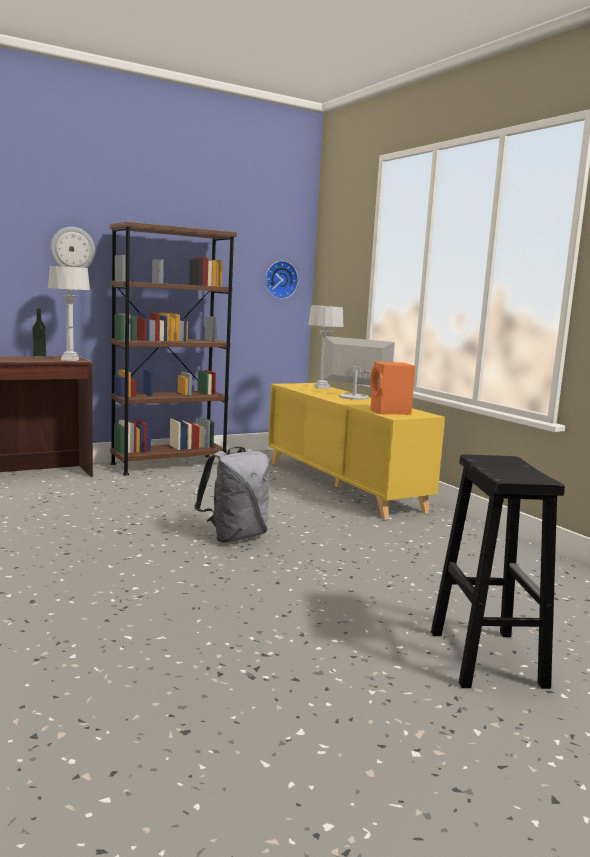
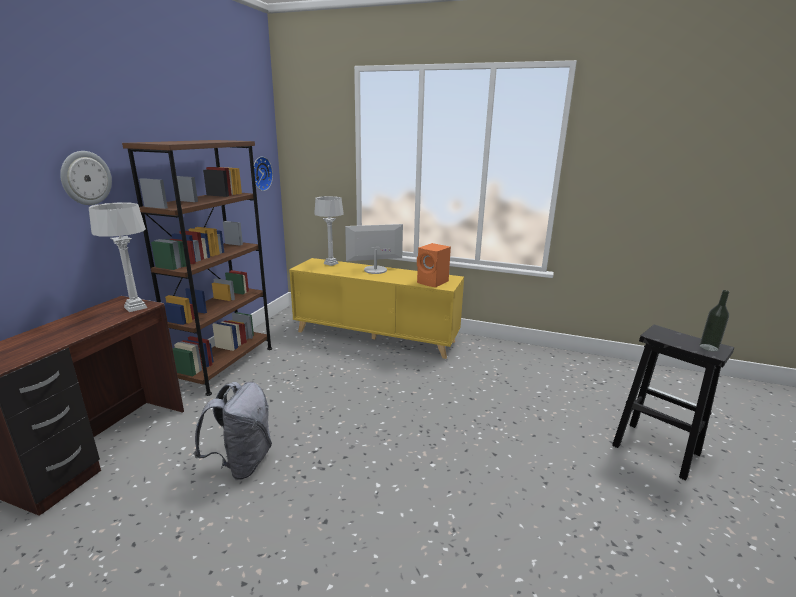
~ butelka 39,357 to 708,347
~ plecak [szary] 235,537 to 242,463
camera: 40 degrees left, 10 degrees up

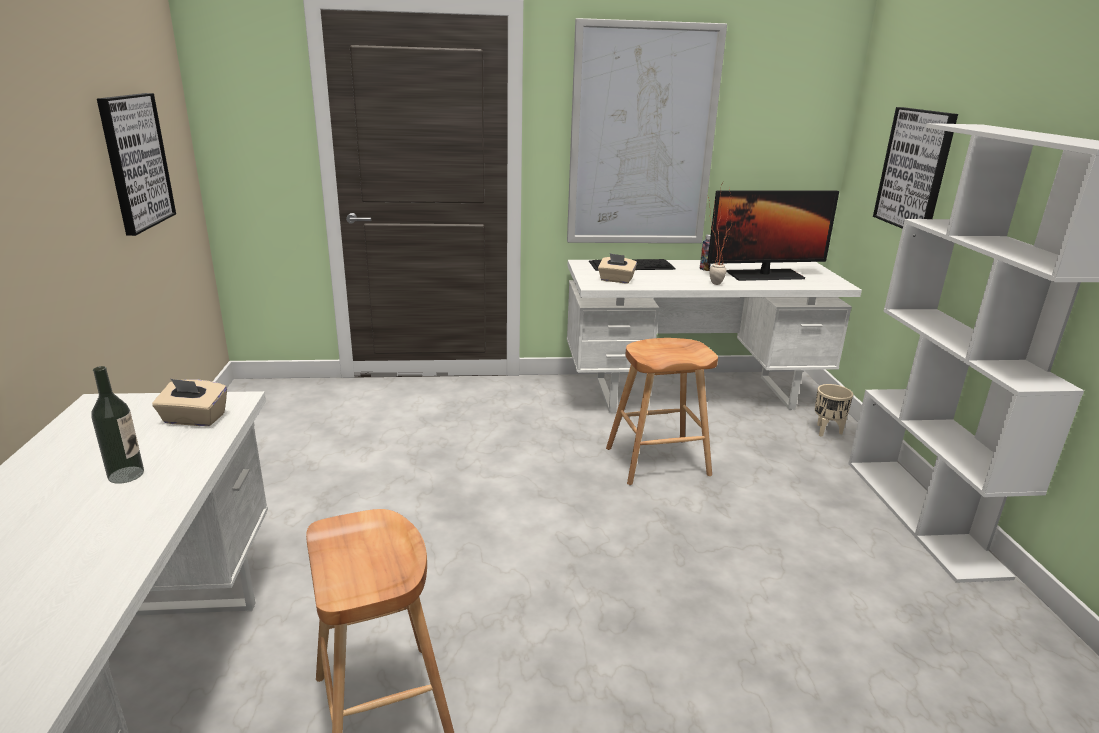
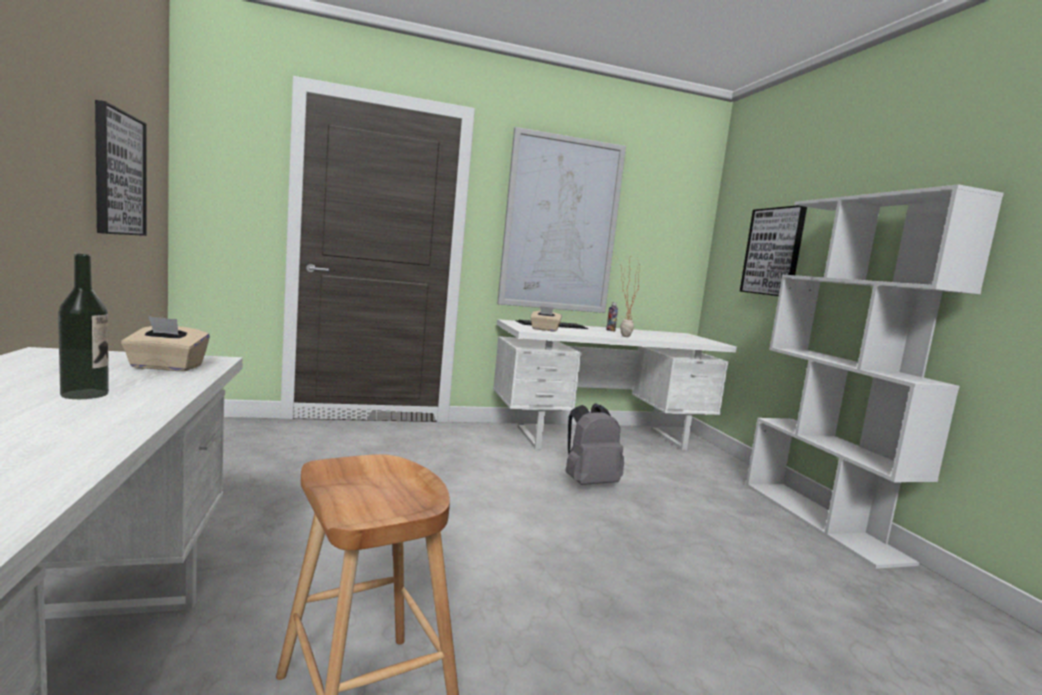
- monitor 765,275
- donica [beżowy] 826,431
~ stołek [brązowy] 657,462 to plecak [szary] 588,482
camera: 10 degrees left, 15 degrees down

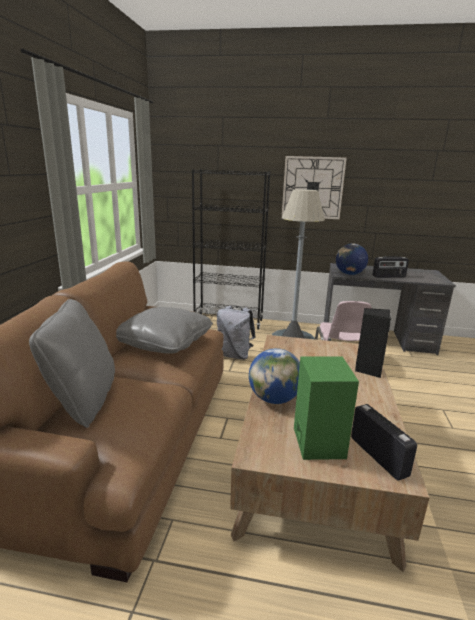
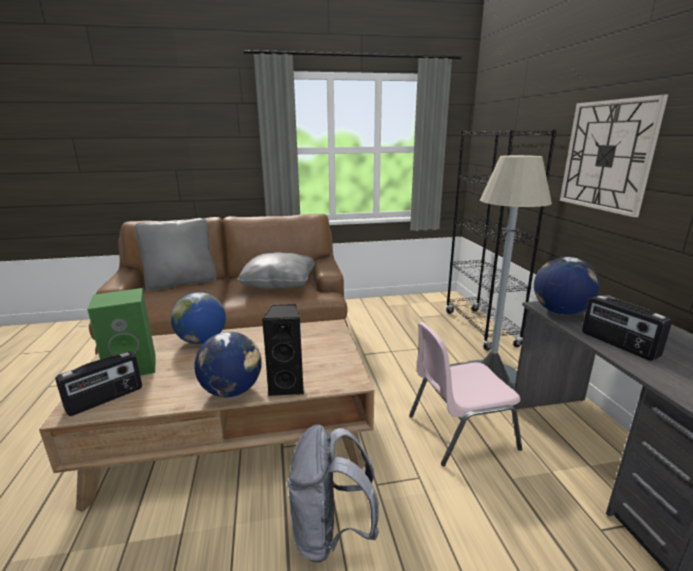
+ globus 232,391
~ plecak [szary] 234,355 to 330,533
camera: 70 degrees right, 0 degrees up

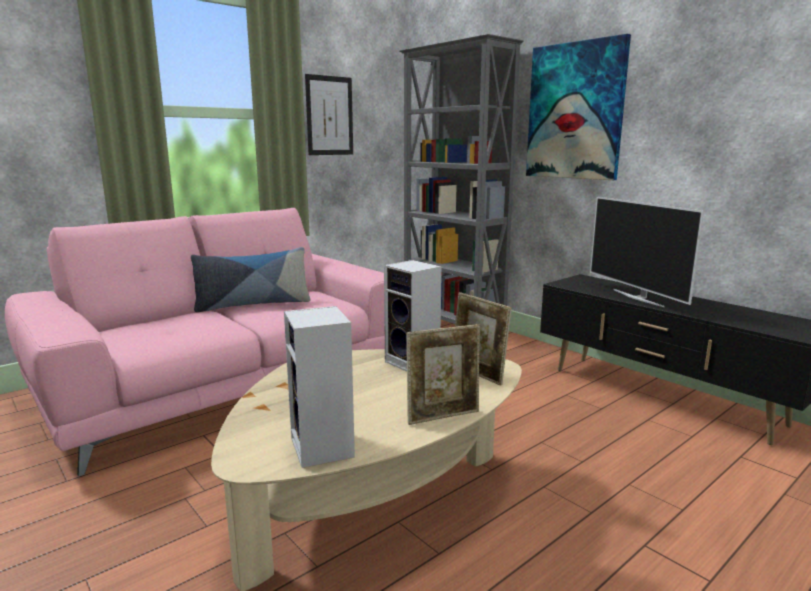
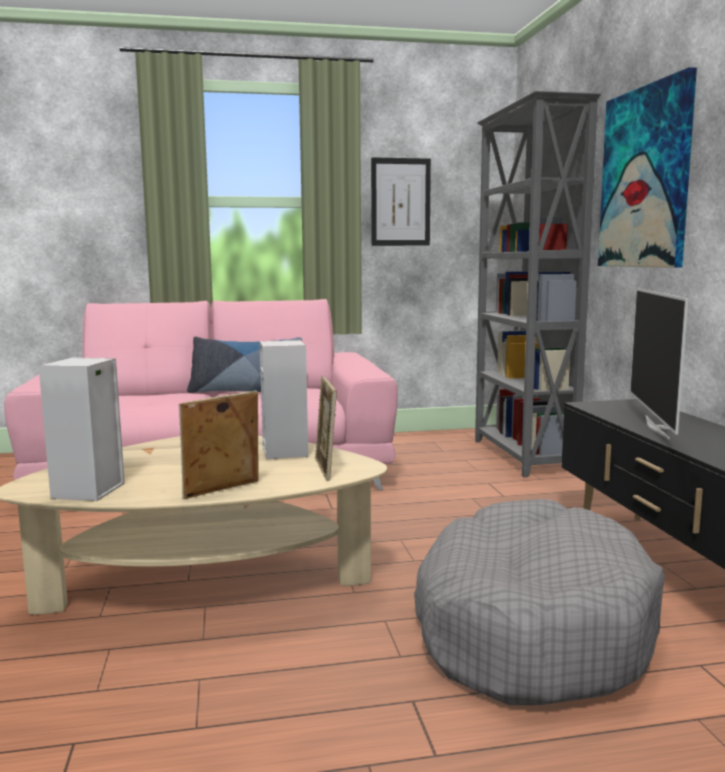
+ legowisko [szary] 530,627
~ ramka na zdjęcie 443,416 = 222,491 135 degrees clockwise
camera: 30 degrees right, 5 degrees down

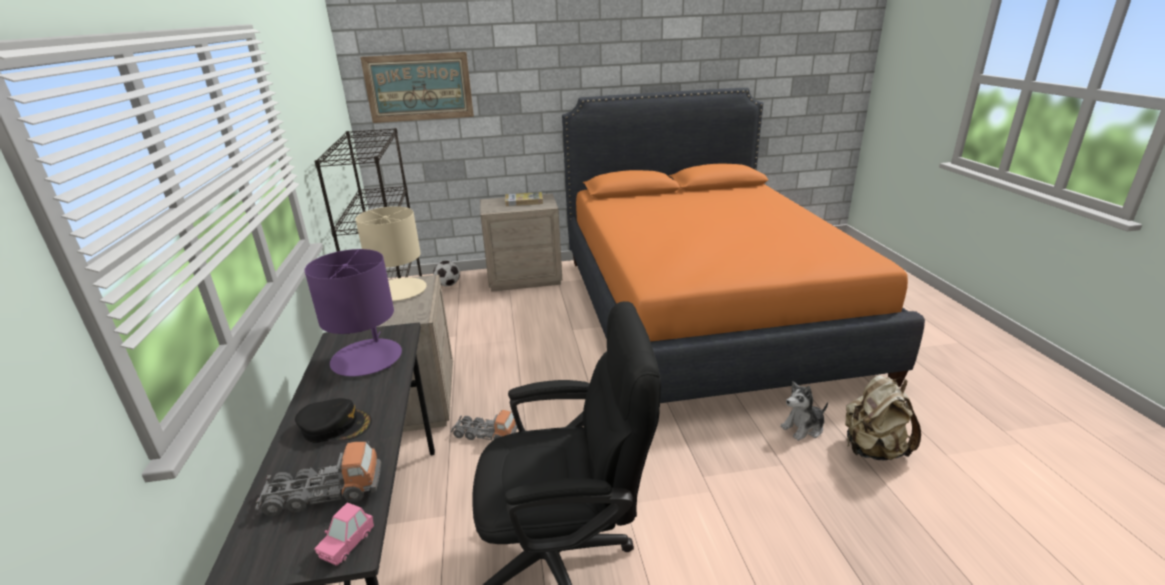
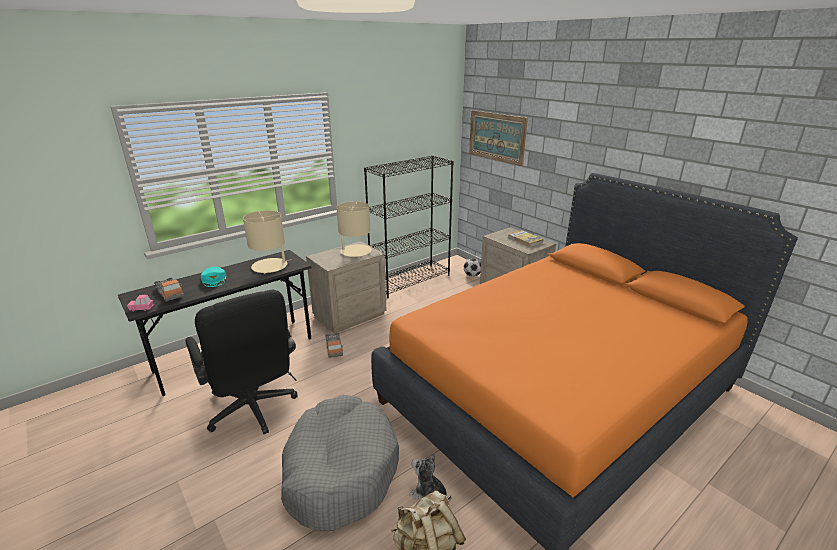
+ legowisko [szary] 340,470
~ czapka z daszkiem [czarny] 336,426 to czapka z daszkiem [turkusowy] 214,279
~ lampa stołowa [fioletowy] 367,358 to lampa stołowa [beżowy] 270,266
camera: 60 degrees right, 0 degrees up

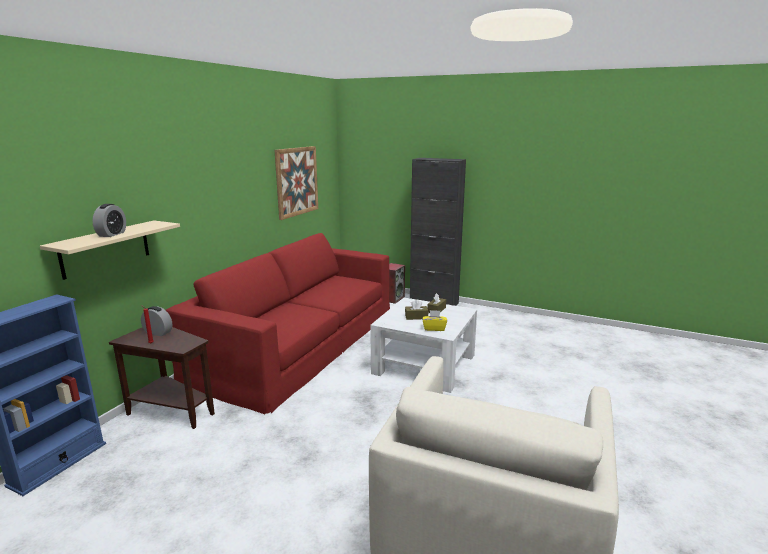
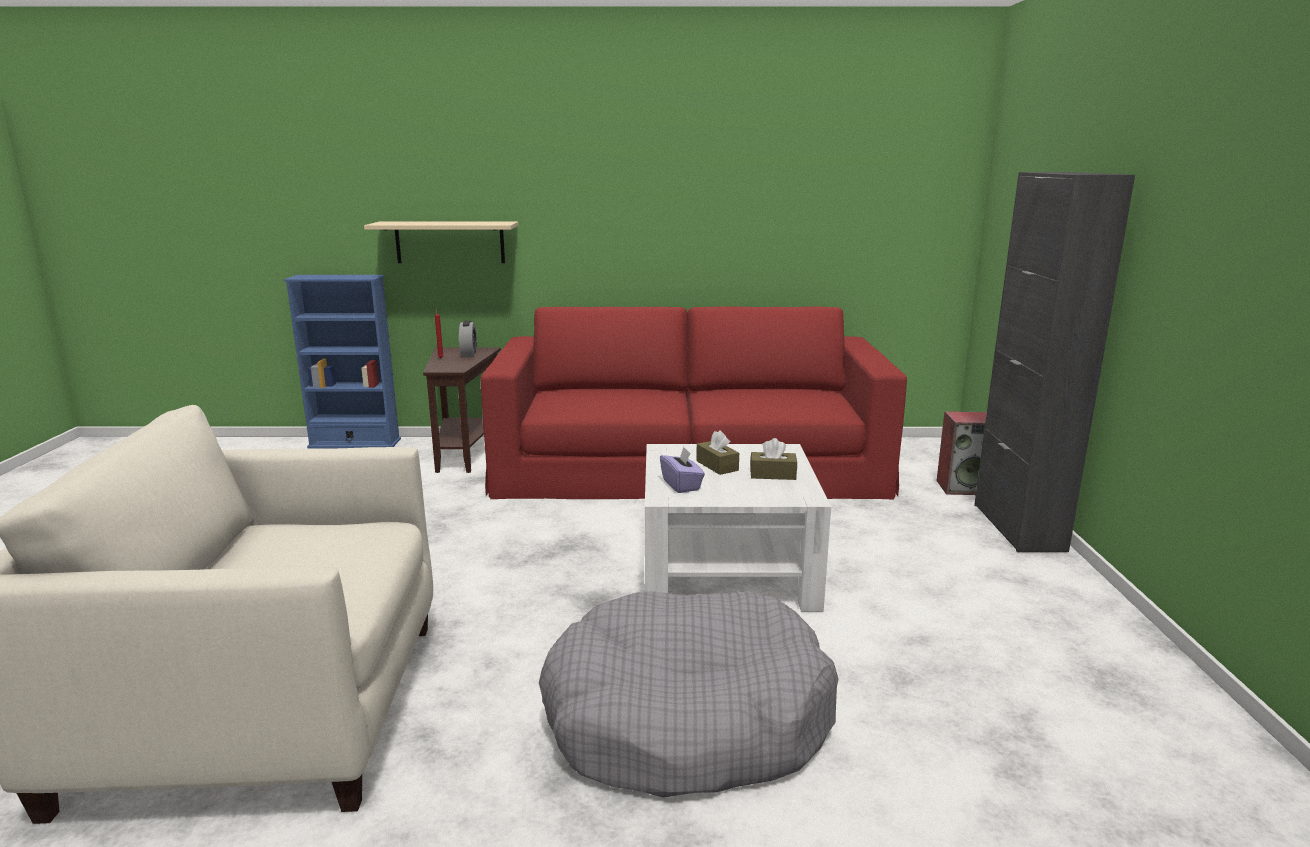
- budzik 112,234
- obraz 297,181
+ legowisko [szary] 686,718
~ pudełko chusteczek [żółty] 434,328 to pudełko chusteczek [fioletowy] 681,485
camera: 65 degrees right, 0 degrees up

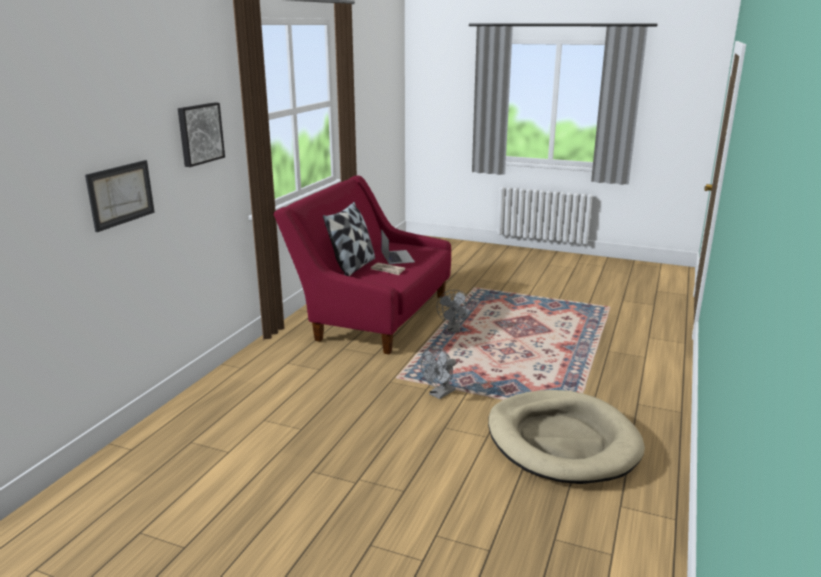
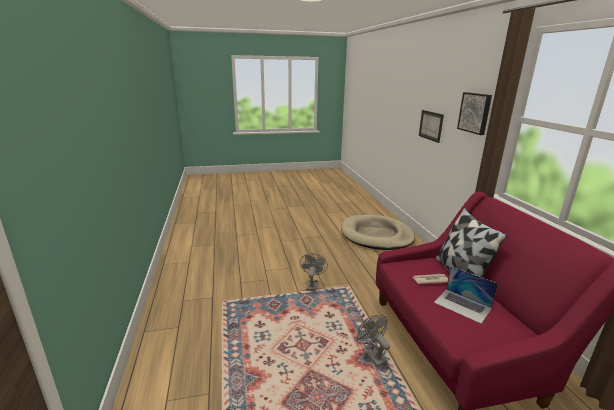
~ legowisko [beżowy] 561,441 to 376,235
camera: 145 degrees right, 0 degrees up

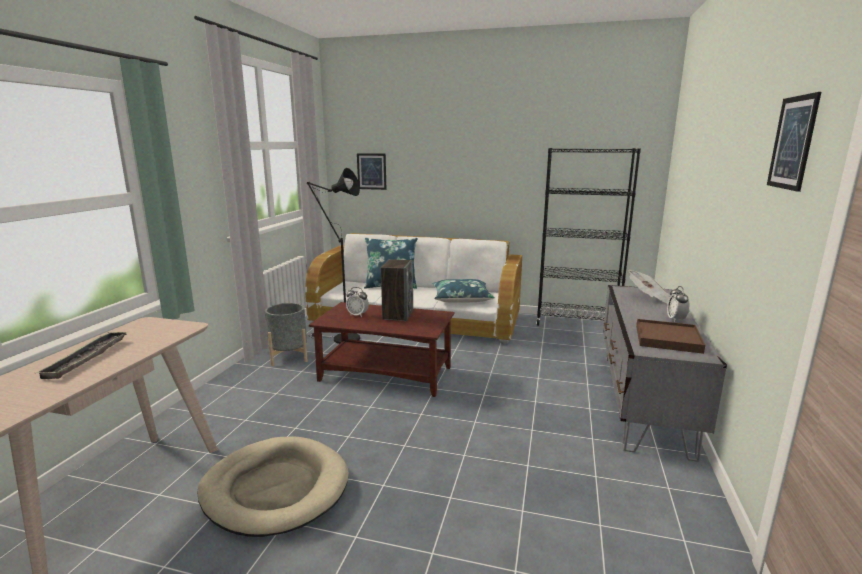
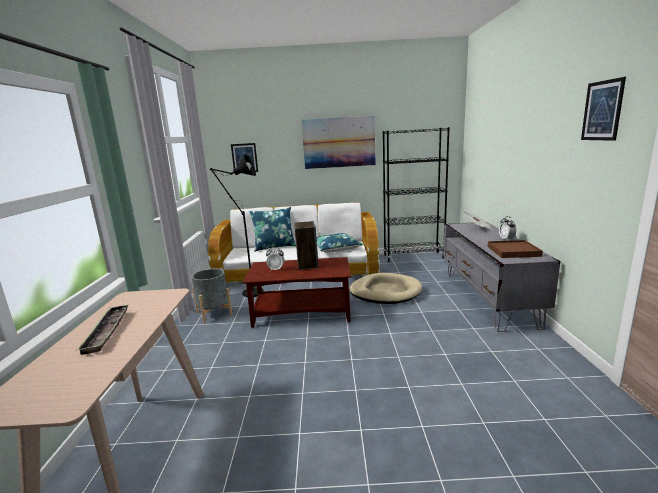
+ obraz 339,142
~ legowisko [beżowy] 275,489 to 385,292
camera: 15 degrees left, 0 degrees up

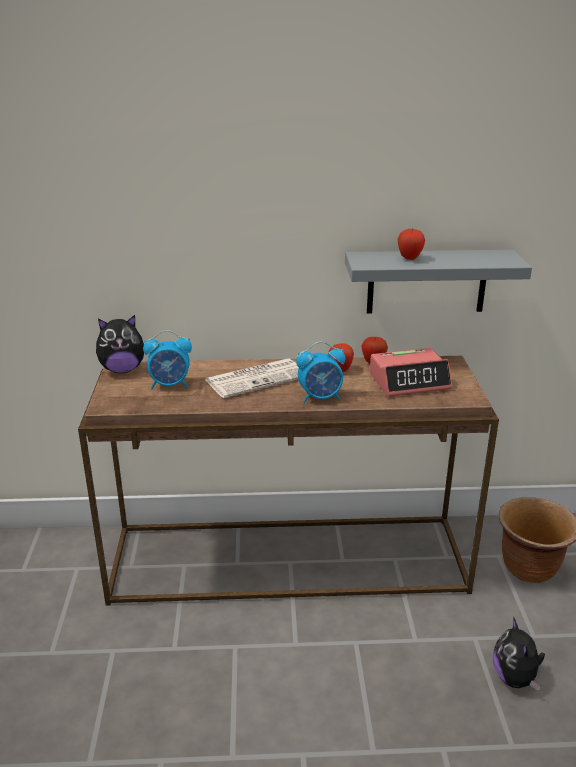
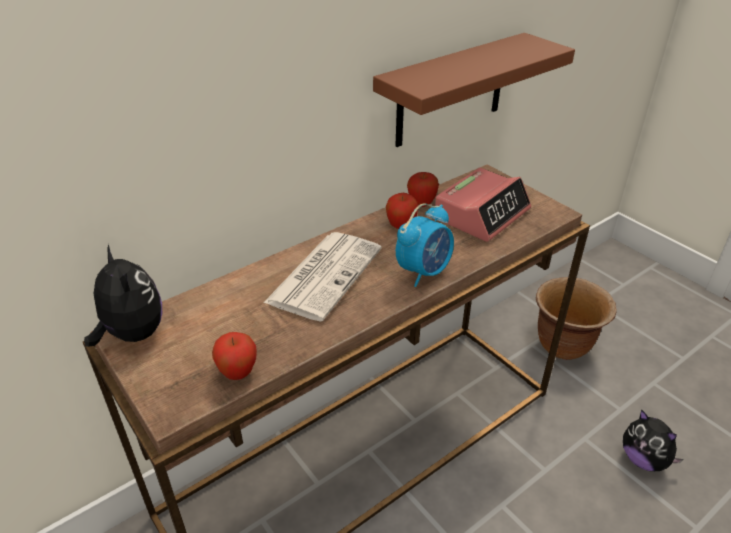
- budzik 170,385
~ jabłko 409,258 to 238,373
~ półka [szary] 427,281 to półka [brązowy] 451,91
~ pluszak 123,369 = 132,334 75 degrees counterclockwise
camera: 35 degrees left, 10 degrees up

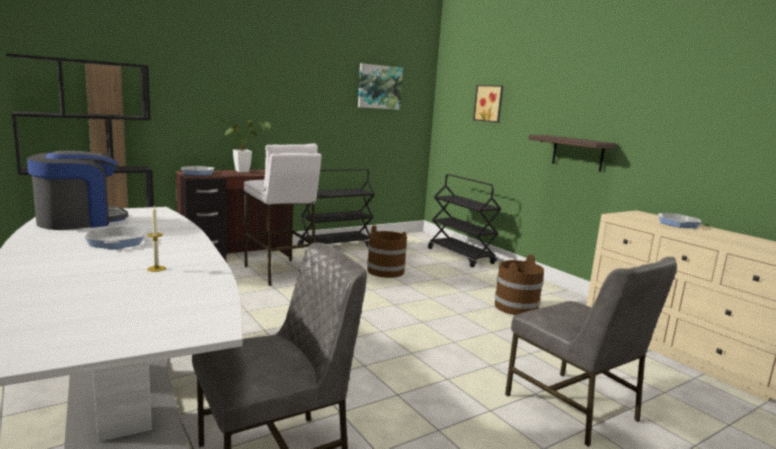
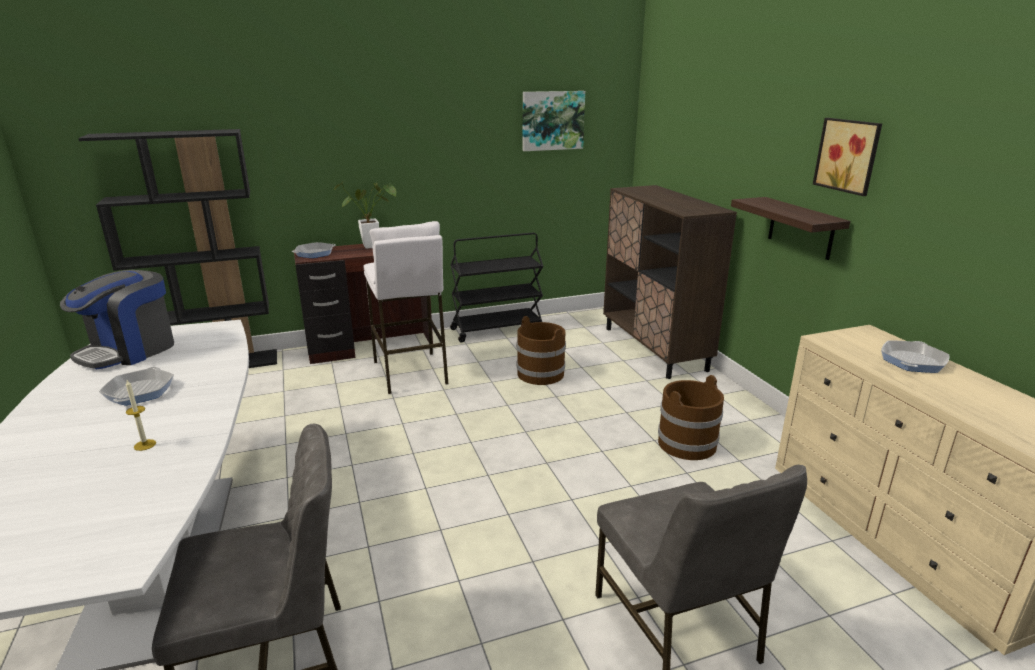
~ obraz 489,103 to 849,155
~ wózek [czarny] 461,256 to szafka [brązowy] 654,349
~ ekspres do kawy 80,221 = 129,351 150 degrees clockwise
camera: 15 degrees right, 10 degrees up

